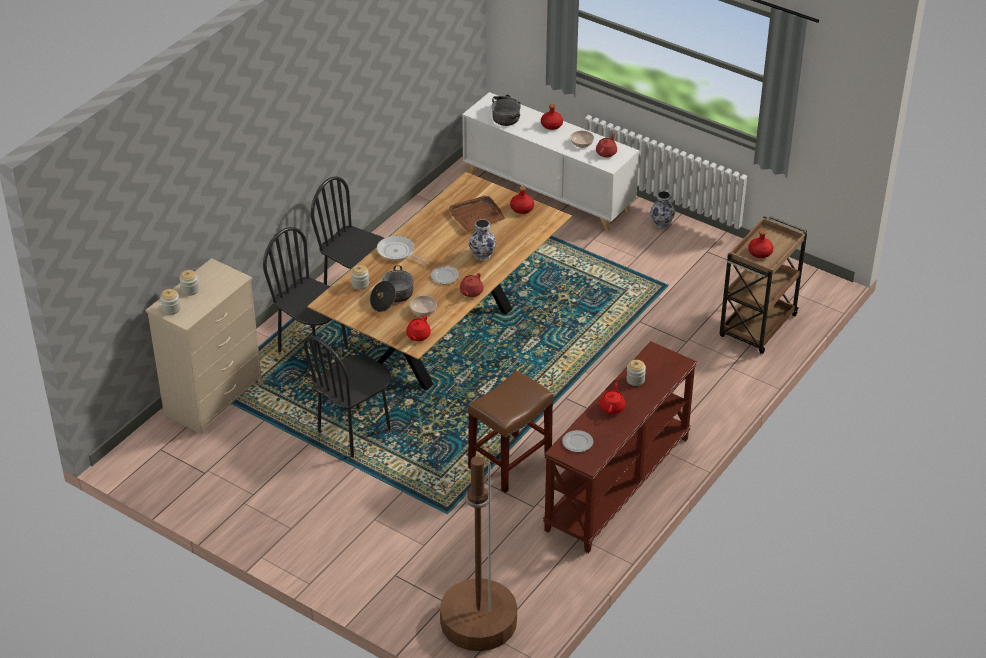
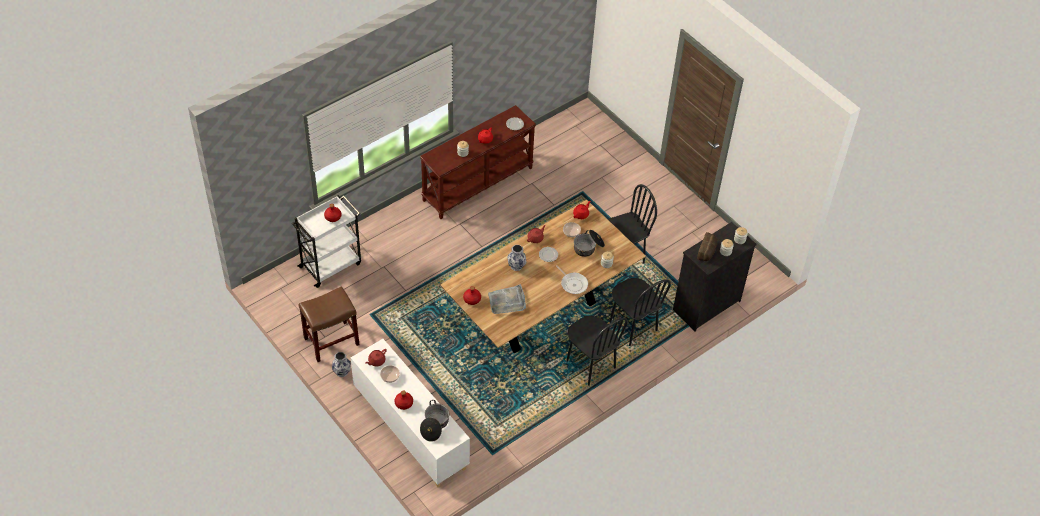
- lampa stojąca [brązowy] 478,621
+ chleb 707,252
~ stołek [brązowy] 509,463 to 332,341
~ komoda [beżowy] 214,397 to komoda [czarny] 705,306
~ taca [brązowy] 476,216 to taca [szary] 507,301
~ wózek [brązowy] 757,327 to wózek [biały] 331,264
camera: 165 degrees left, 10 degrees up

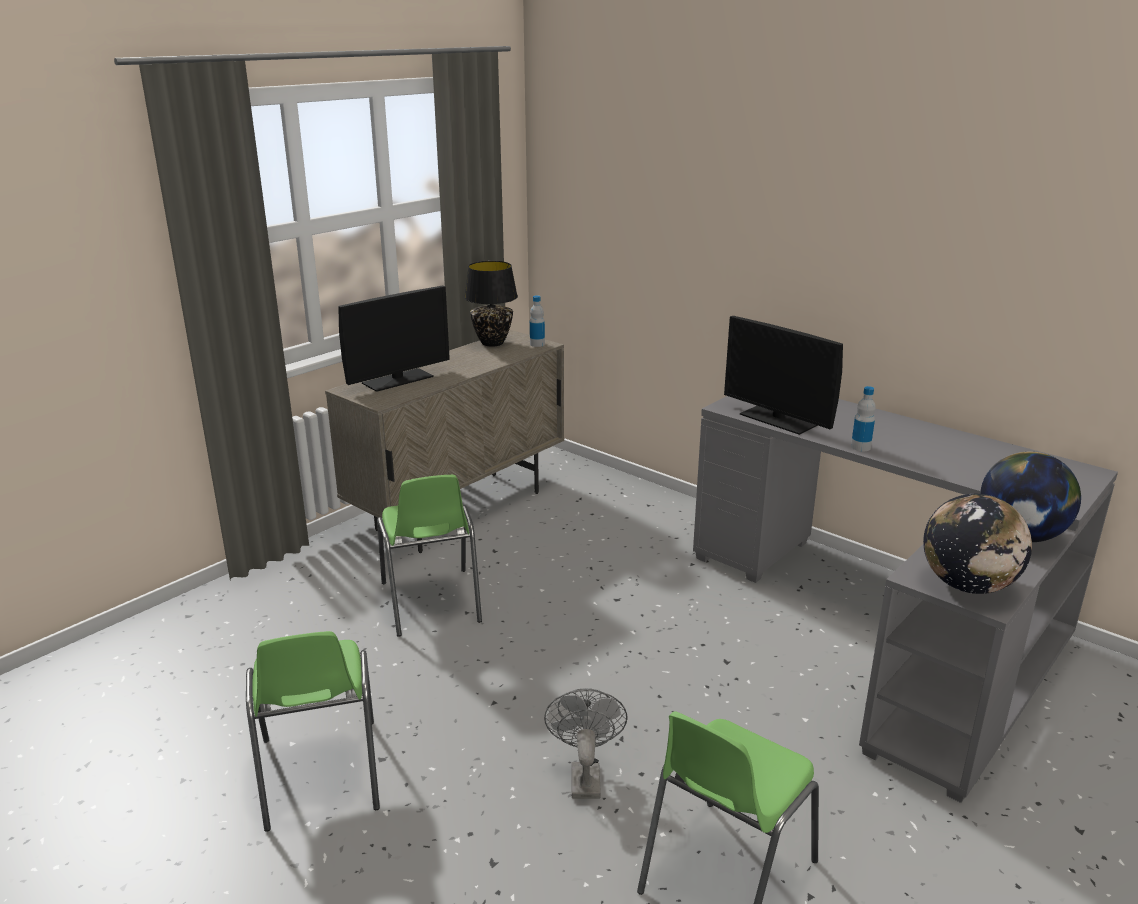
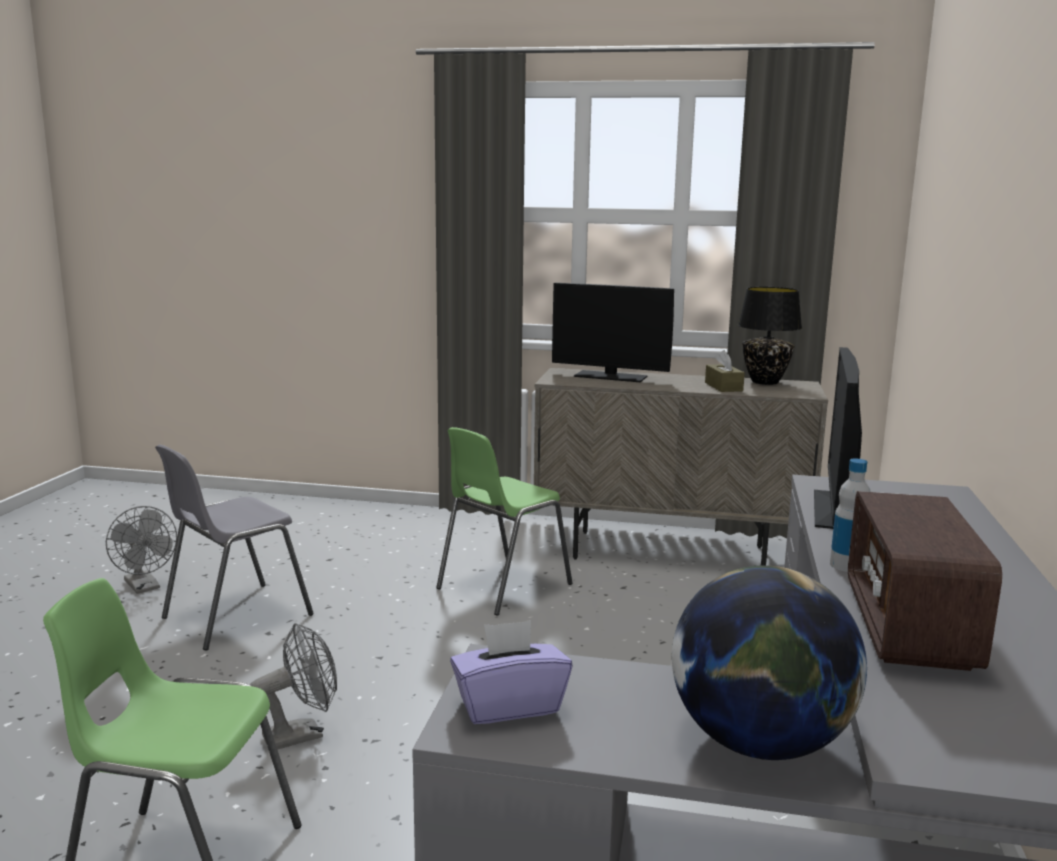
- butelka 537,344
+ wentylator [szary] 145,587
+ pudełko chusteczek [brązowy] 723,387
+ radio 909,626
~ globus 968,585 to pudełko chusteczek [fioletowy] 509,705
~ krzesło [zielony] 320,775 to krzesło [szary] 235,616
camera: 60 degrees right, 10 degrees down

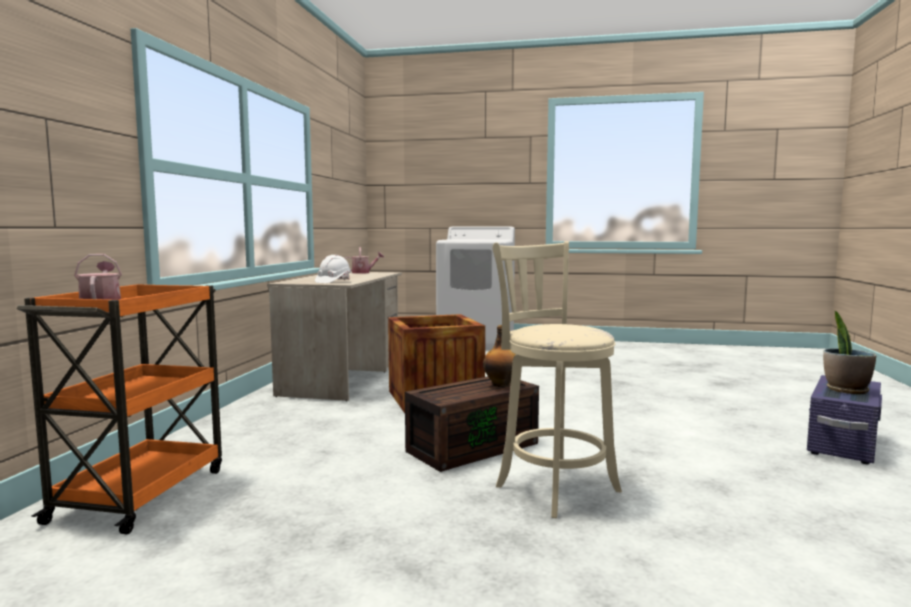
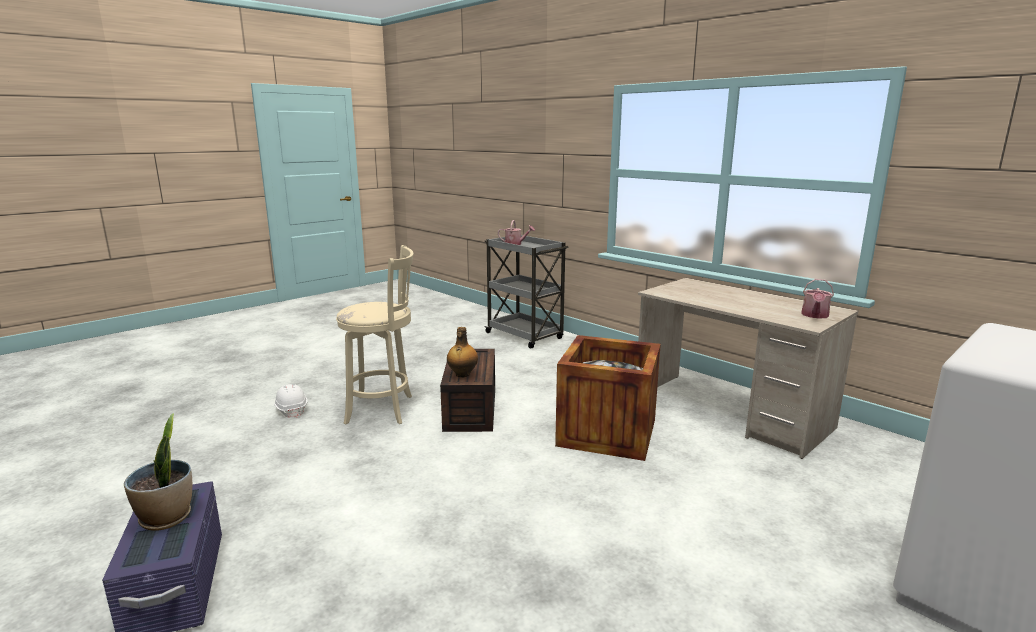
~ kask [biały] 333,281 to 291,410
~ wózek [pomarańczowy] 142,493 to wózek [szary] 525,336
camera: 125 degrees right, 10 degrees up

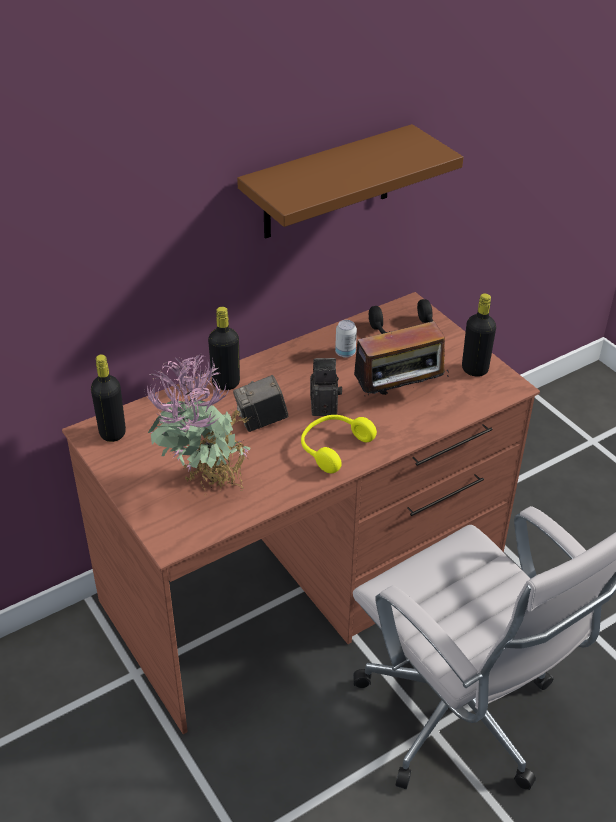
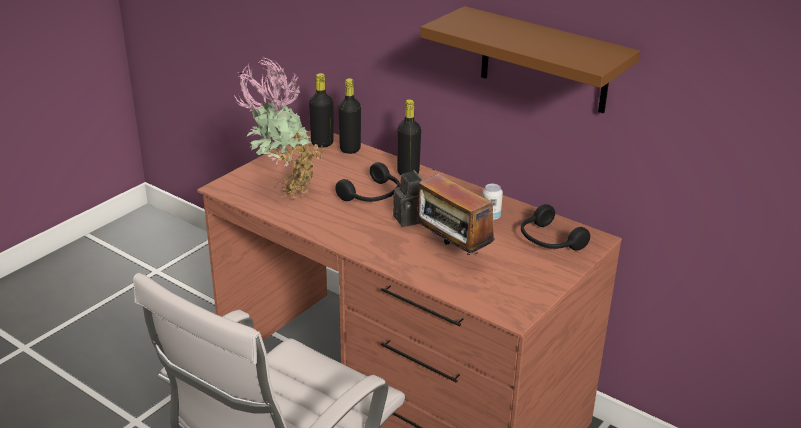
- słuchawki [żółty] 333,447
~ butelka [czarny] 474,369 to 350,149
~ aparat fotograficzny 261,421 to słuchawki [czarny] 372,195
camera: 70 degrees right, 10 degrees down

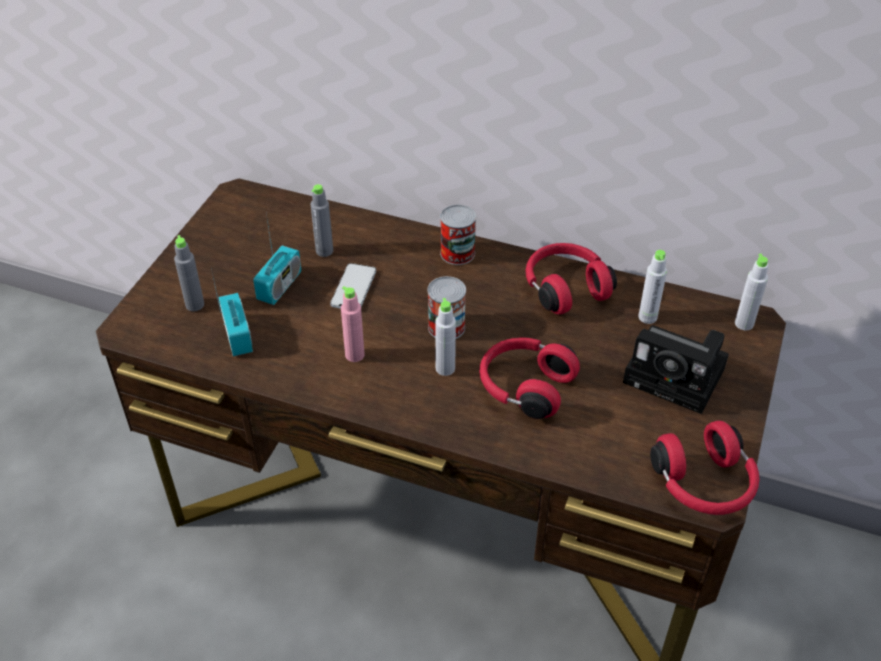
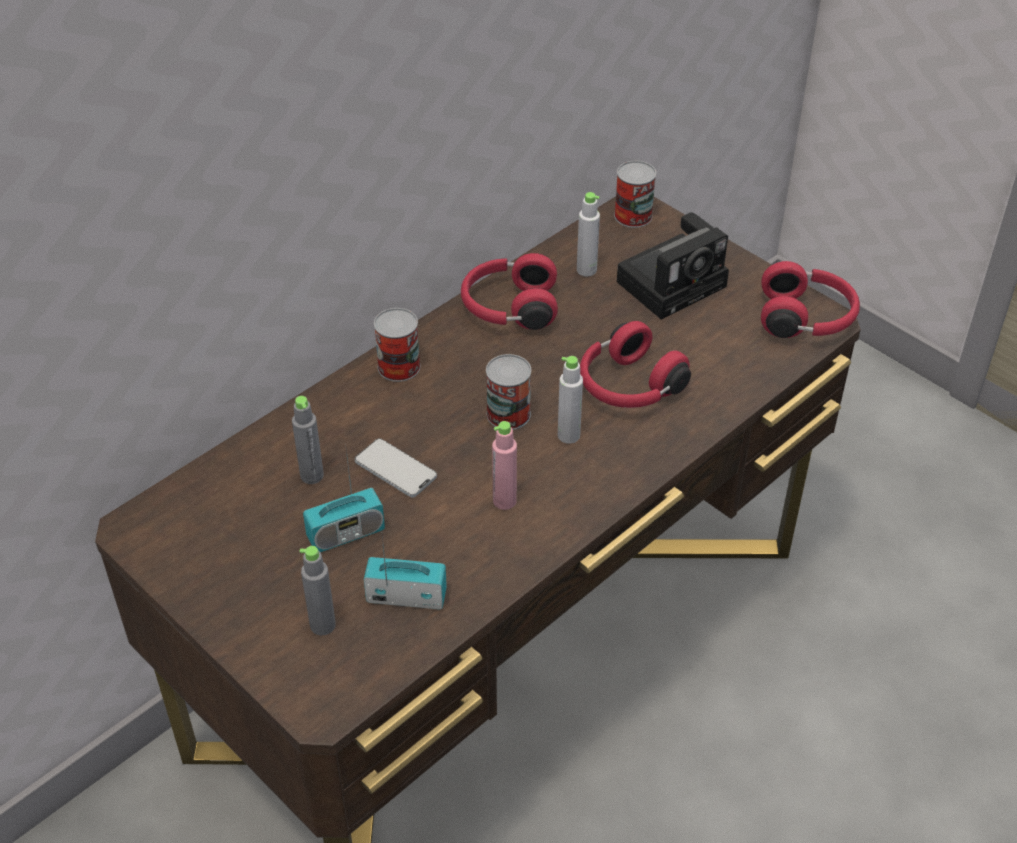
~ butelka [szary] 744,324 to puszka 633,216
~ radio 279,286 = 346,534 105 degrees clockwise
camera: 65 degrees left, 0 degrees up

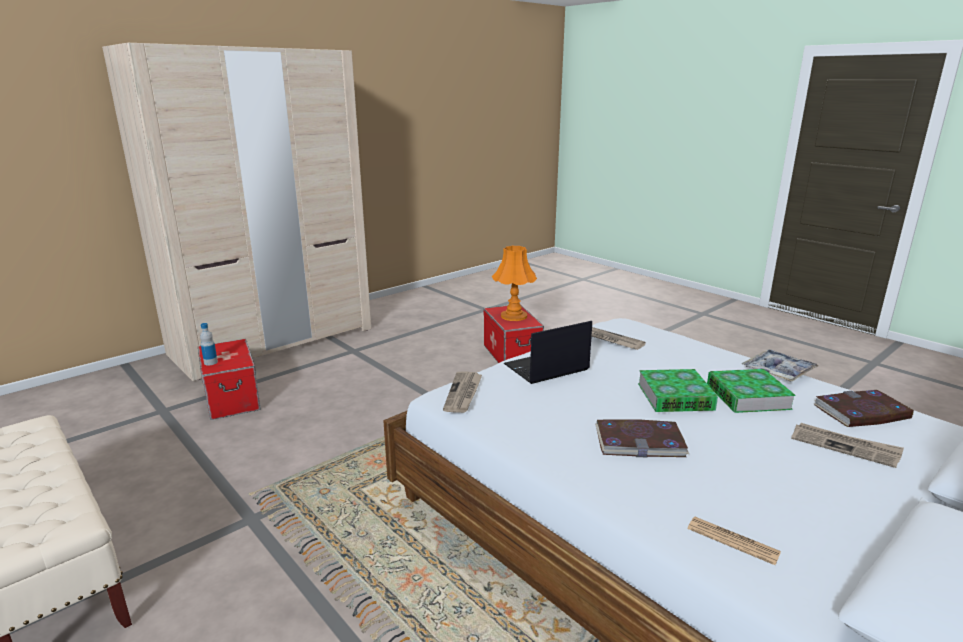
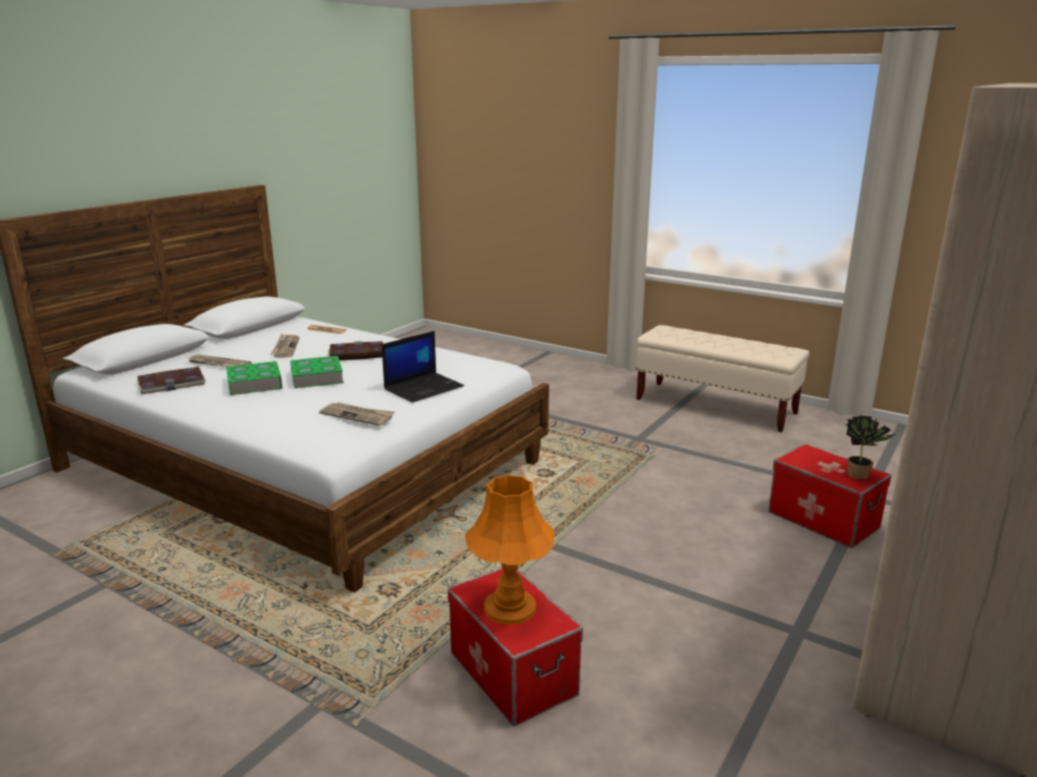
- butelka 210,362
- taca 778,371
+ roślina doniczkowa 861,475
~ gazeta 463,394 to 285,347
camera: 165 degrees right, 0 degrees up

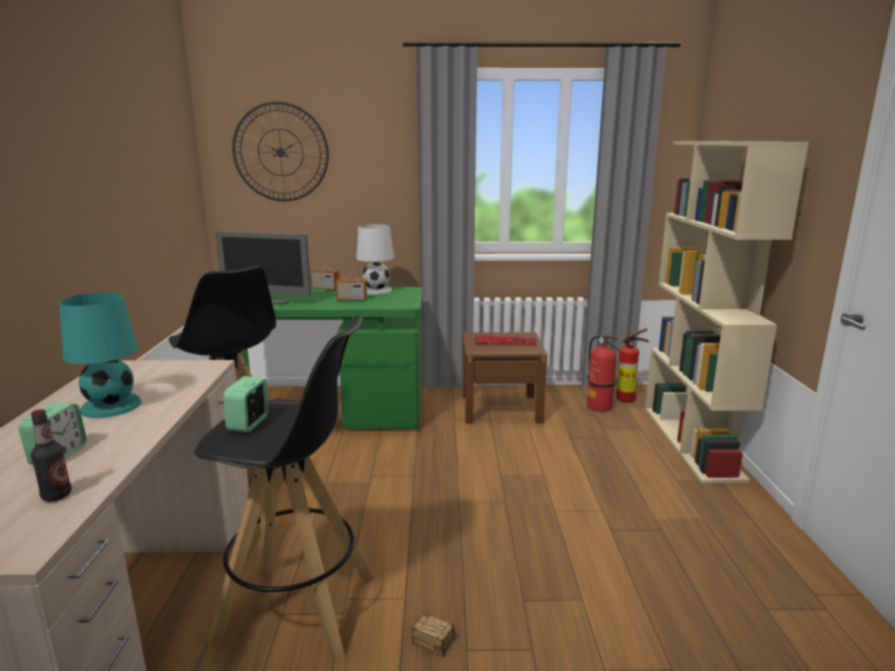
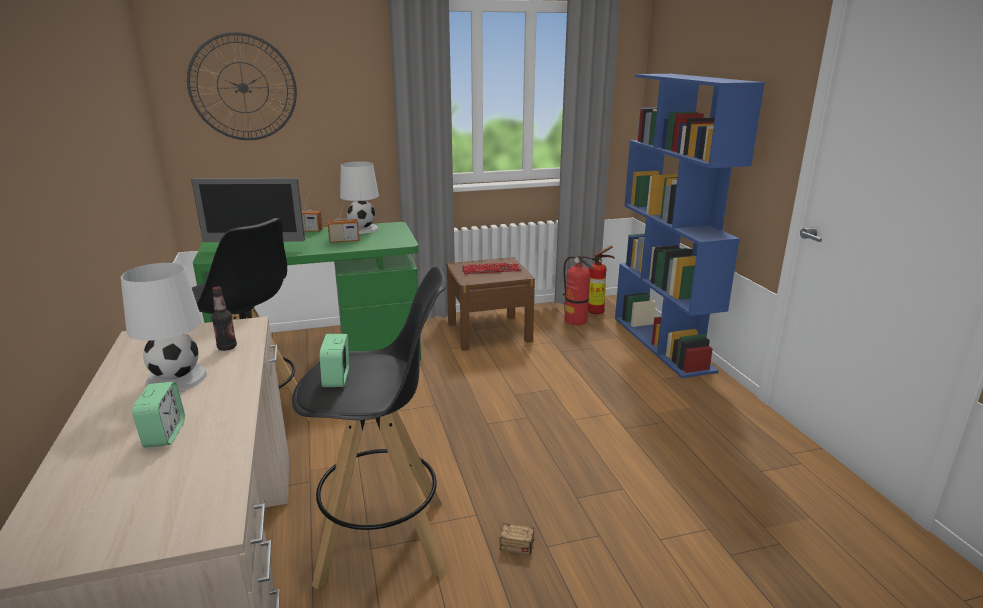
~ butelka 56,496 to 227,347
~ lampa stołowa [turkusowy] 111,406 to lampa stołowa [biały] 177,379
~ regał [beżowy] 692,442 to regał [niebieski] 663,343
camera: 15 degrees left, 5 degrees up

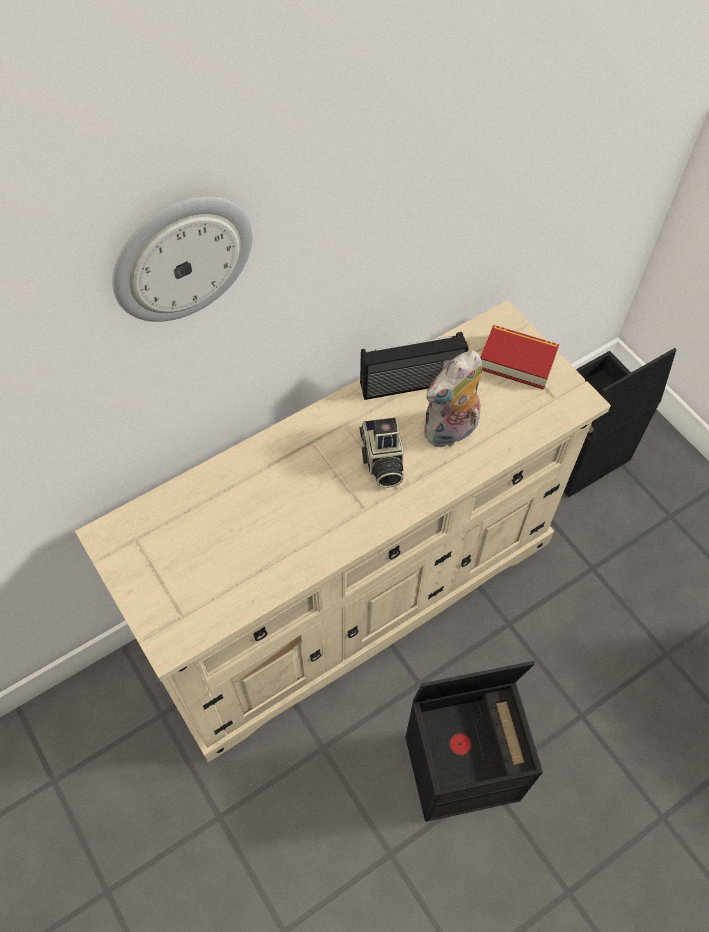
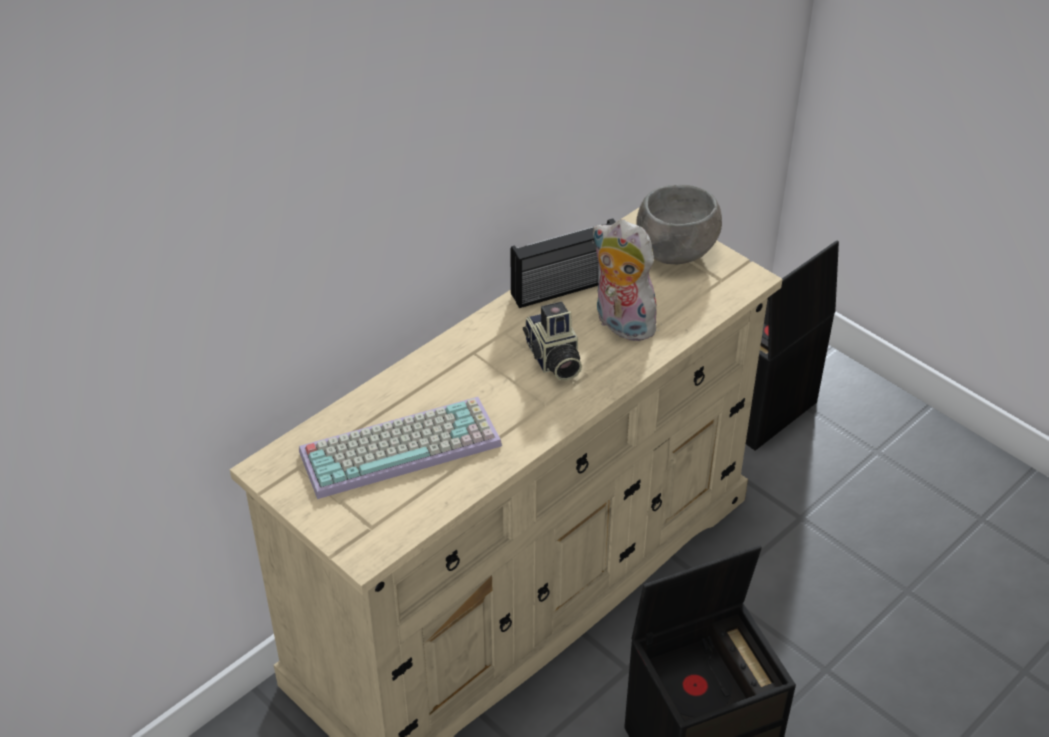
- zegar ścienny 181,258
+ klawiatura 402,445
~ książka 517,361 to miska [szary] 674,253
~ pluszak 451,432 = 620,324 90 degrees clockwise
camera: 10 degrees left, 15 degrees down

